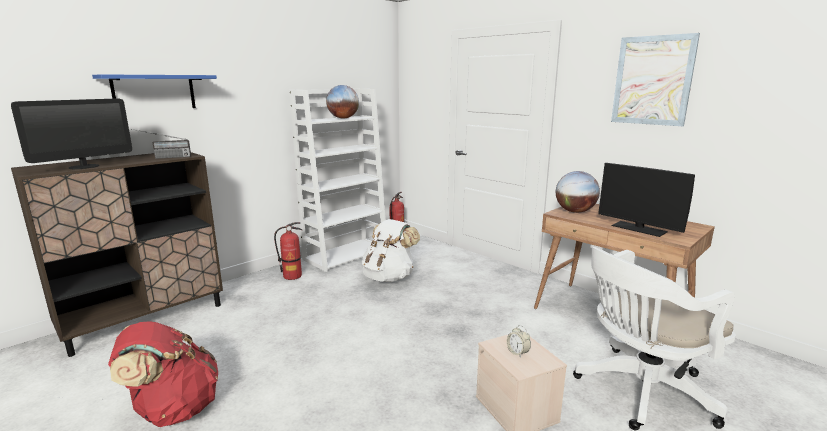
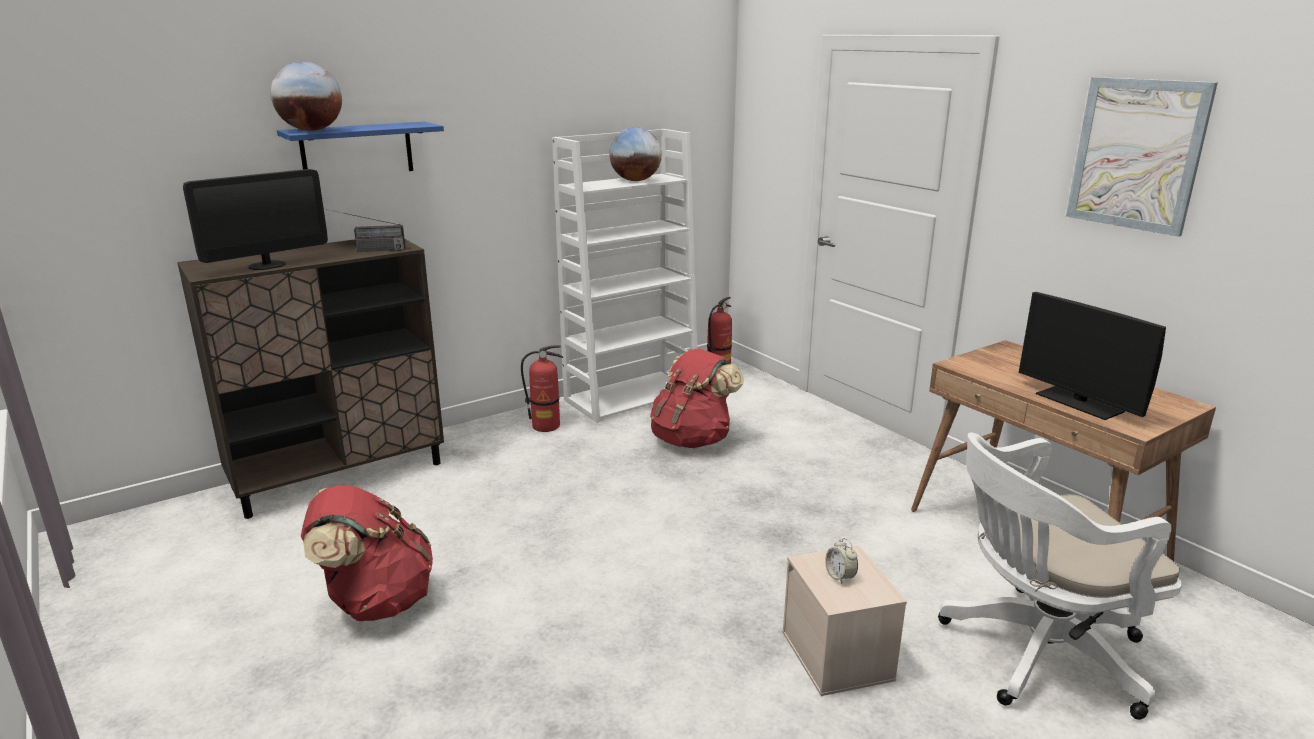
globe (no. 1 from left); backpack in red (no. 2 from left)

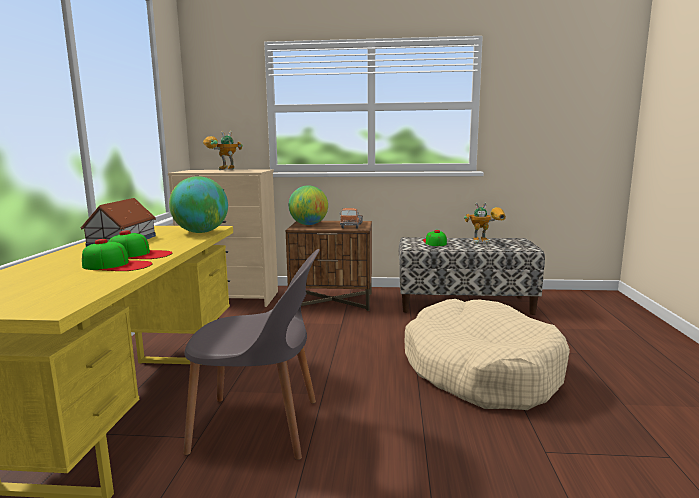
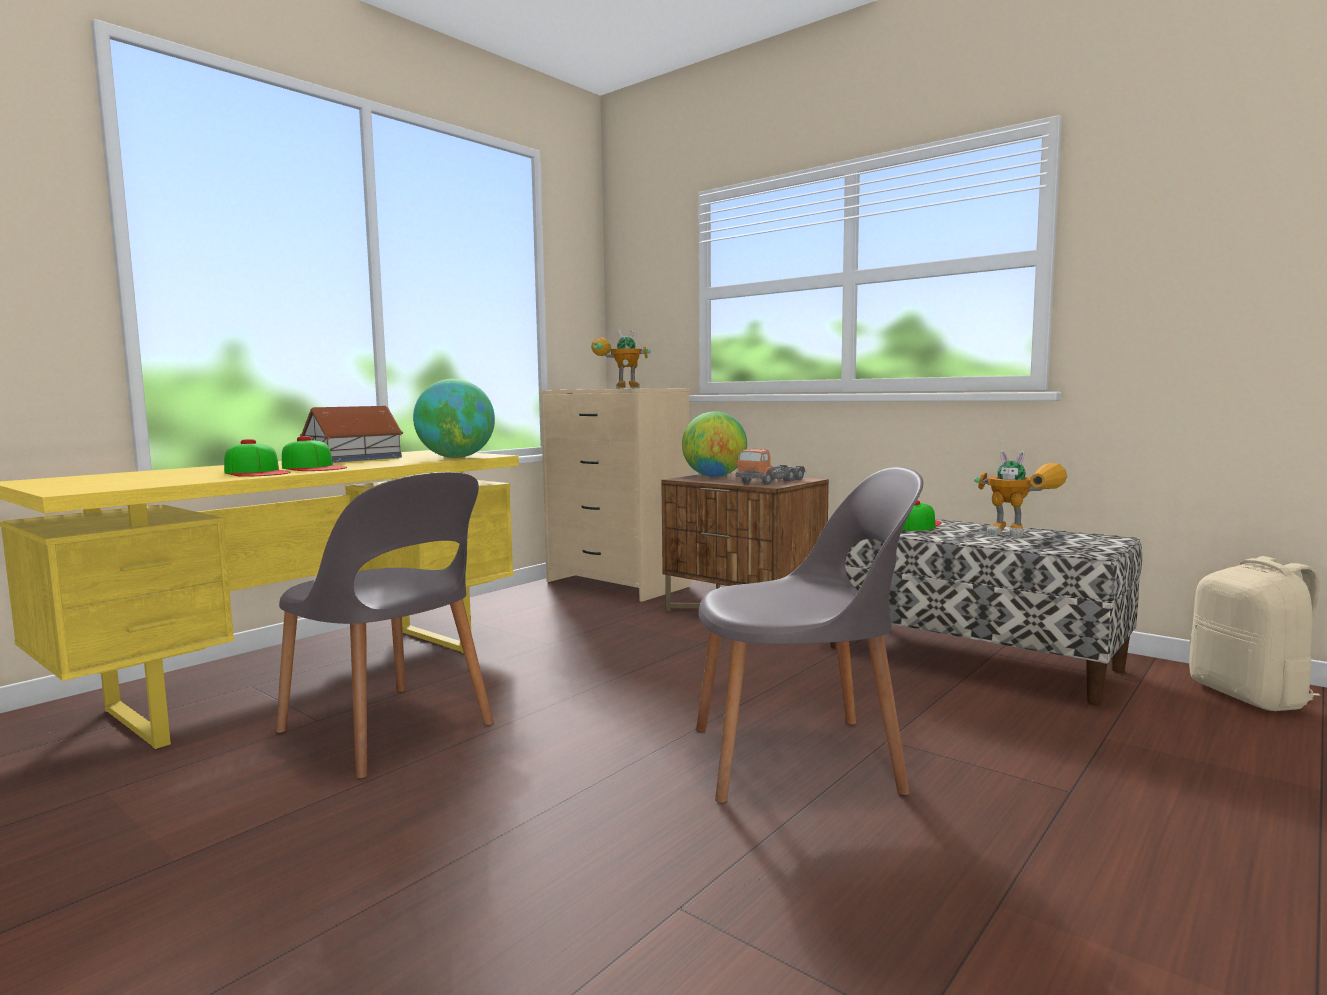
chair in grey (no. 2 from left); backpack in beige

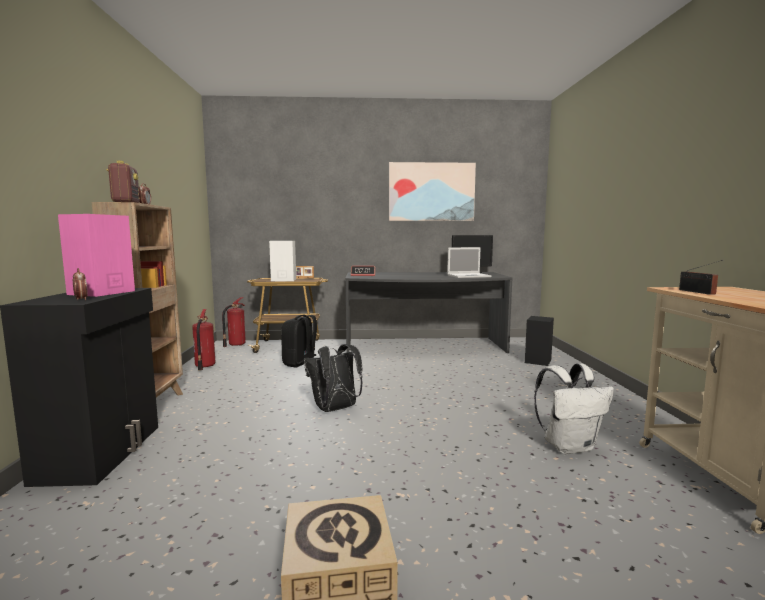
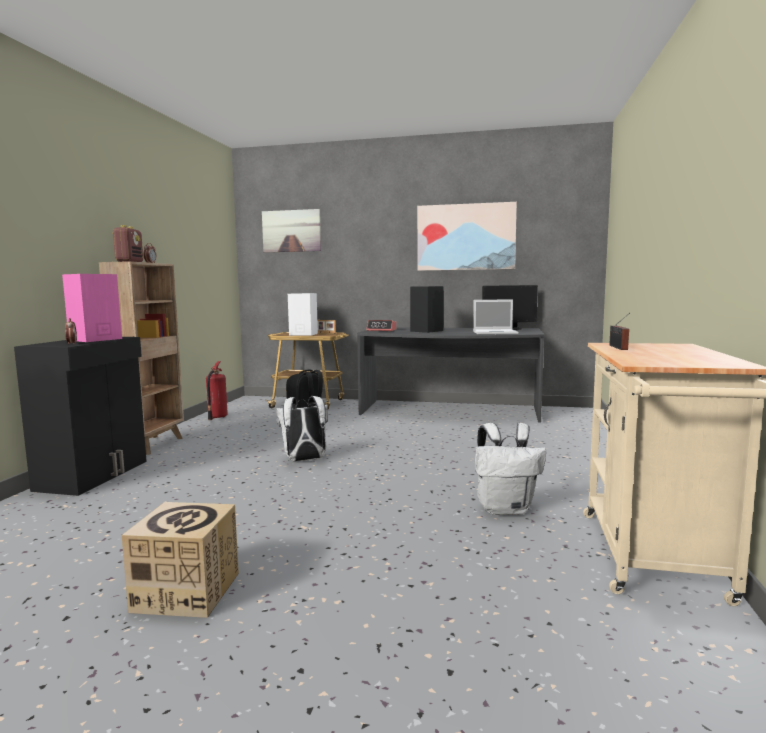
picture (no. 1 from left); backpack in white (no. 1 from left); speaker in black; fire extinguisher (no. 2 from left in the first image)

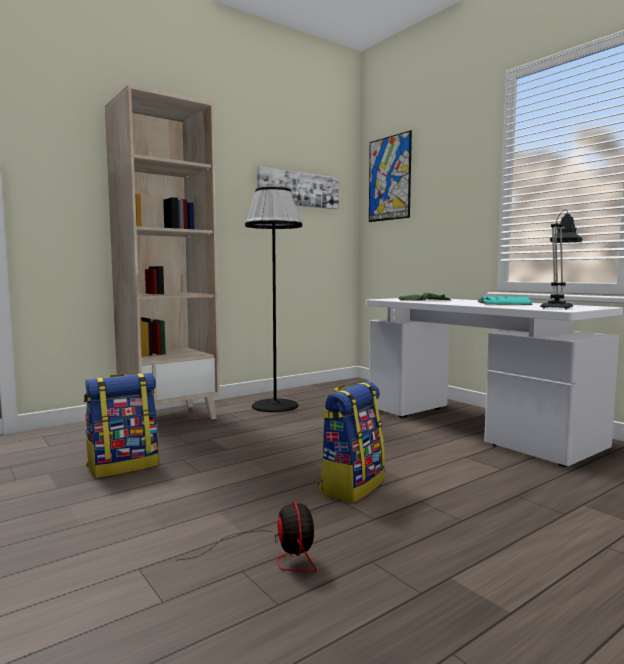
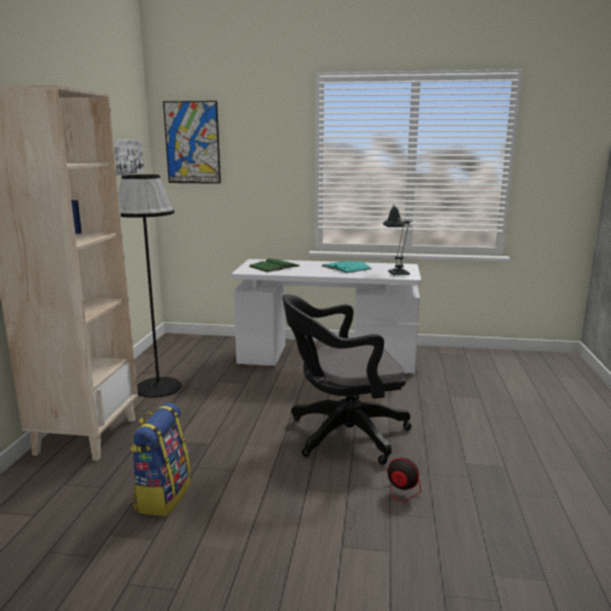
office chair in black

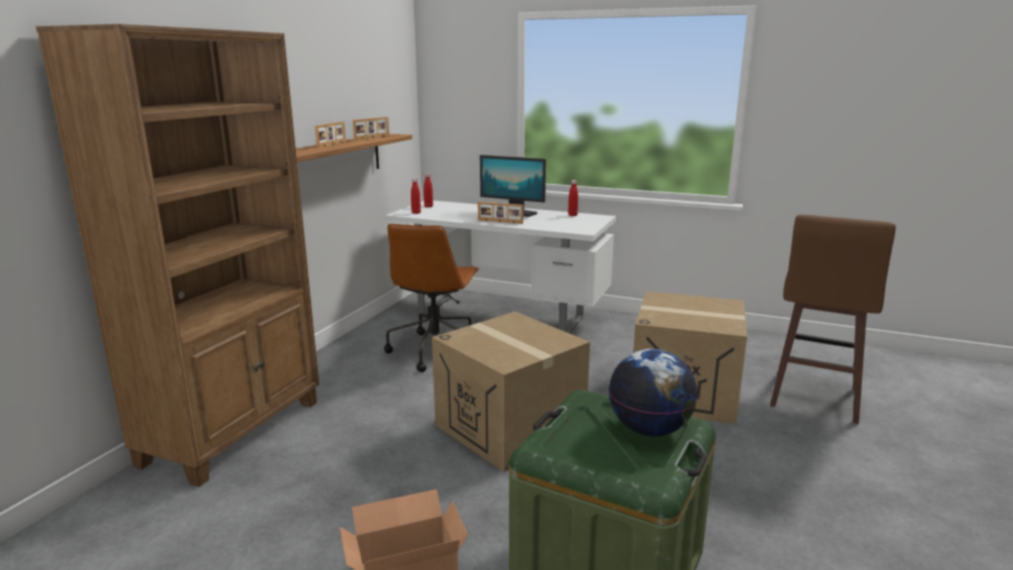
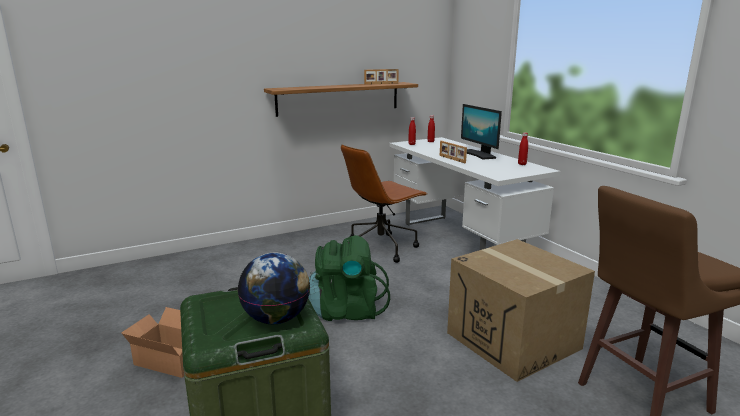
backpack in green; bookcase in brown; picture frame (no. 1 from left in the first image)

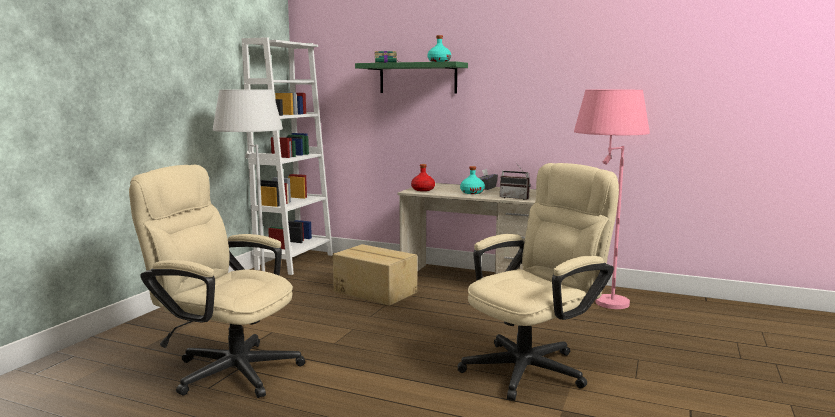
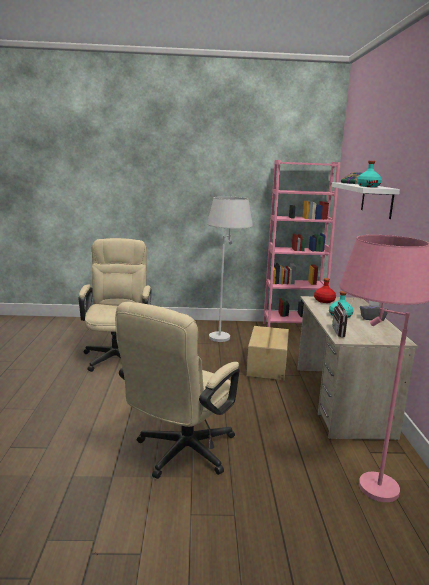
office chair in beige (no. 2 from left); bookcase in pink; shelf in white

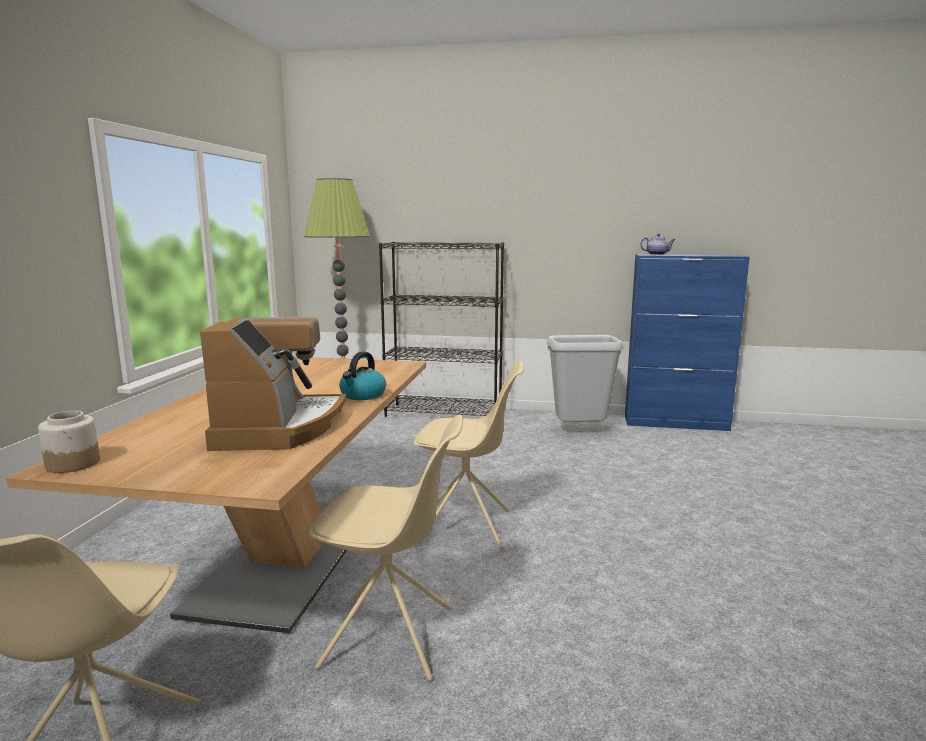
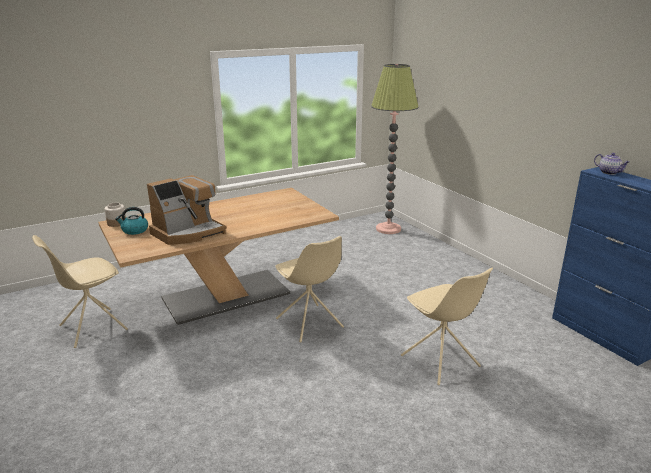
kettle; chair in beige (no. 3 from left); bookcase in black; trash can in grey

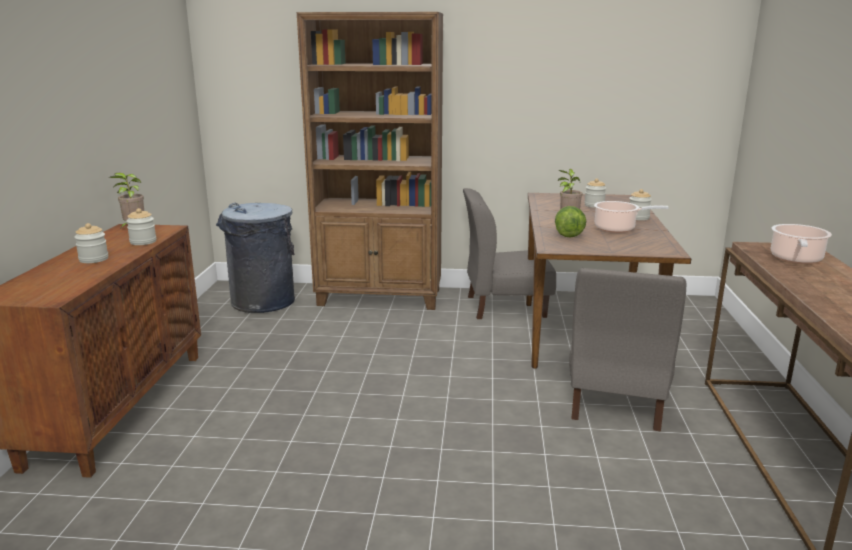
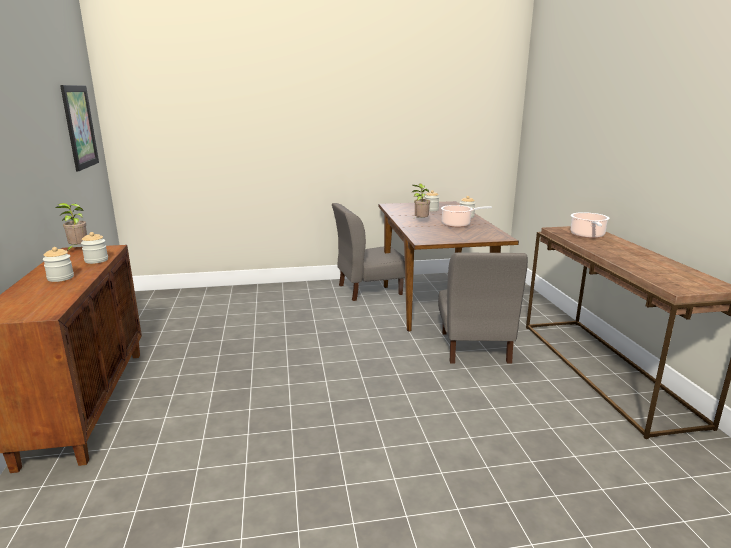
picture; trash can in grey; bookcase in brown; lettuce

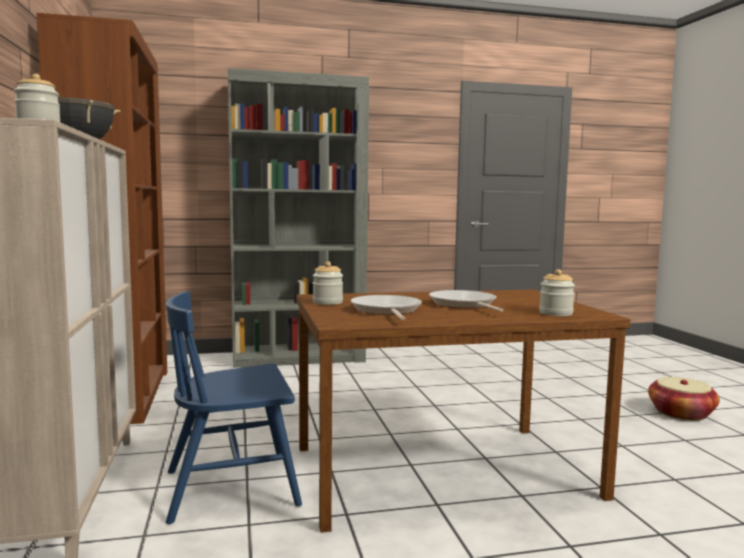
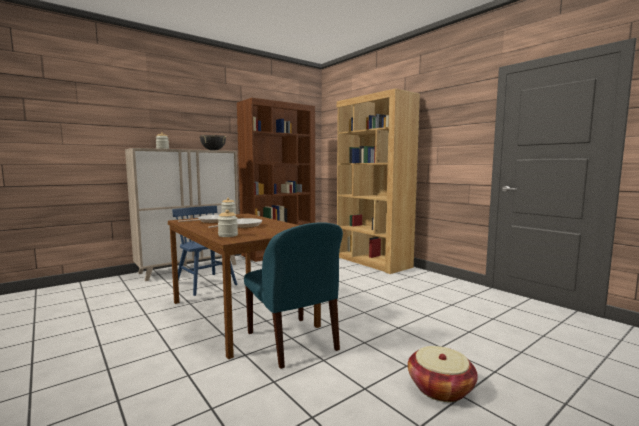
chair in blue (no. 2 from left); bookcase in brown (no. 2 from left)

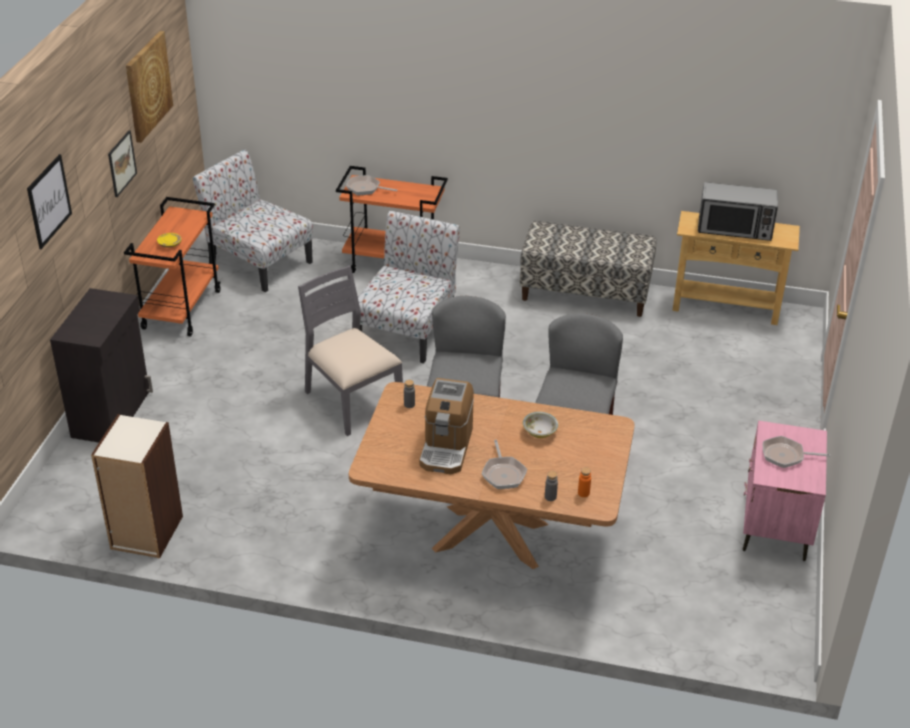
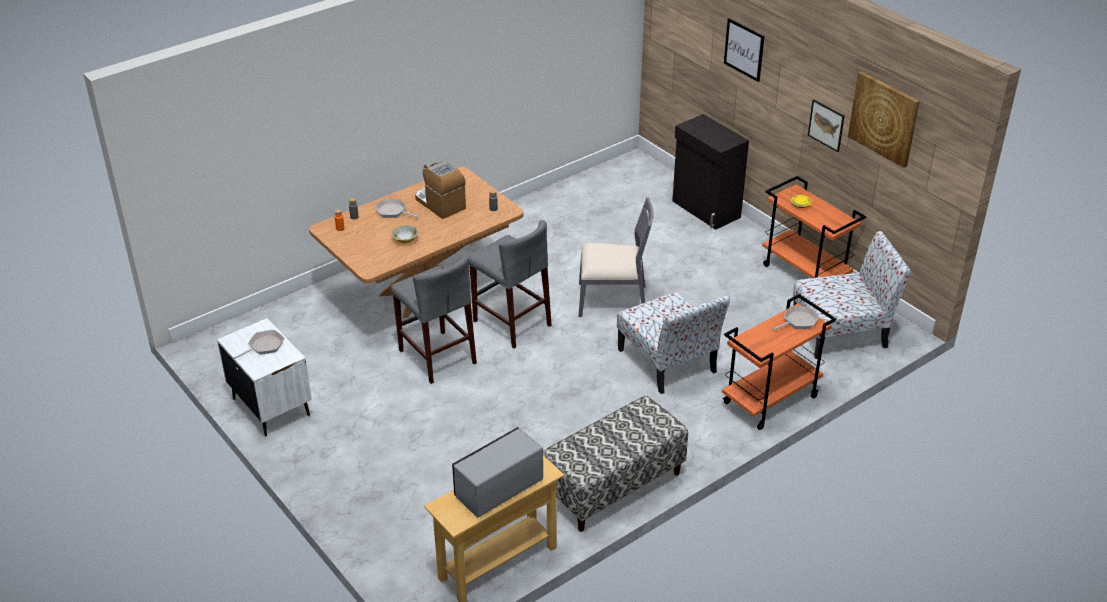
nightstand in white; bookcase

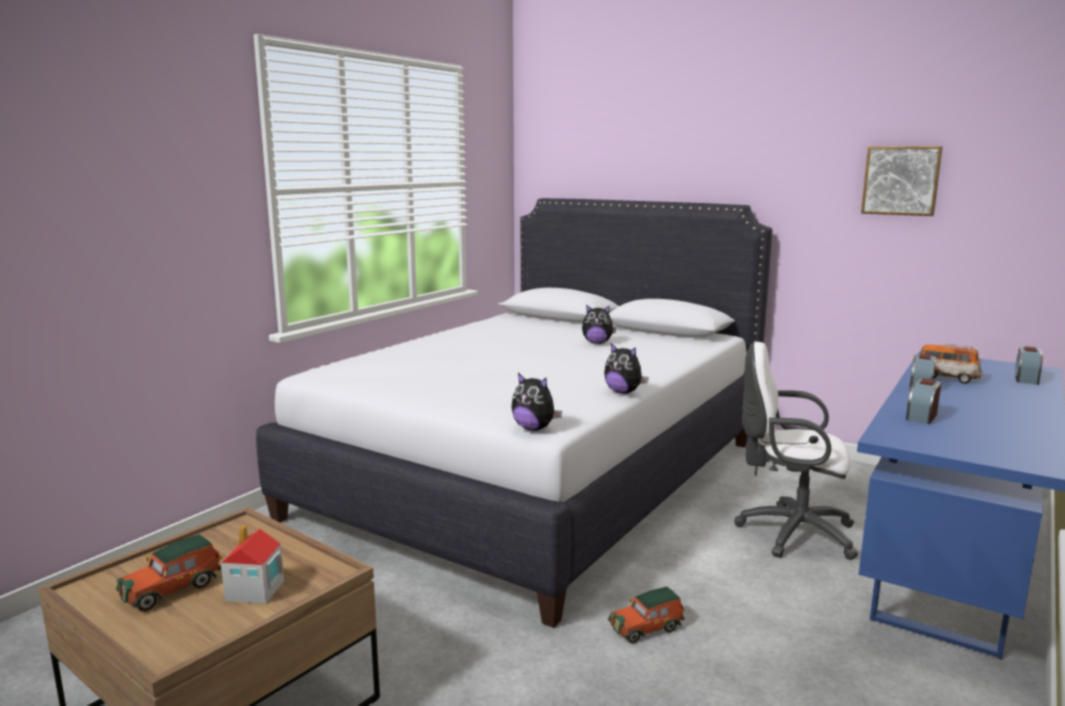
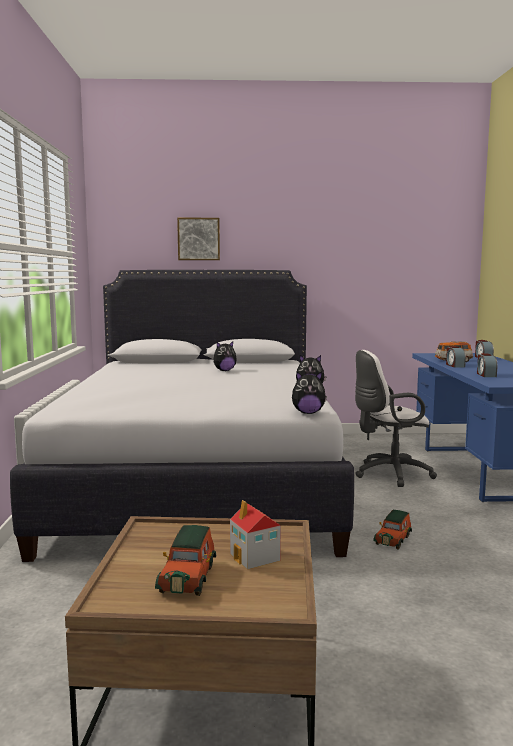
picture

